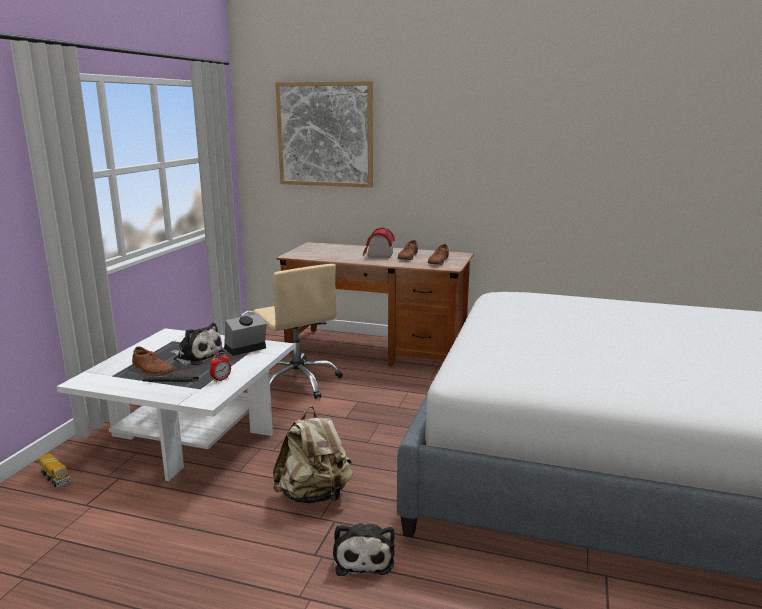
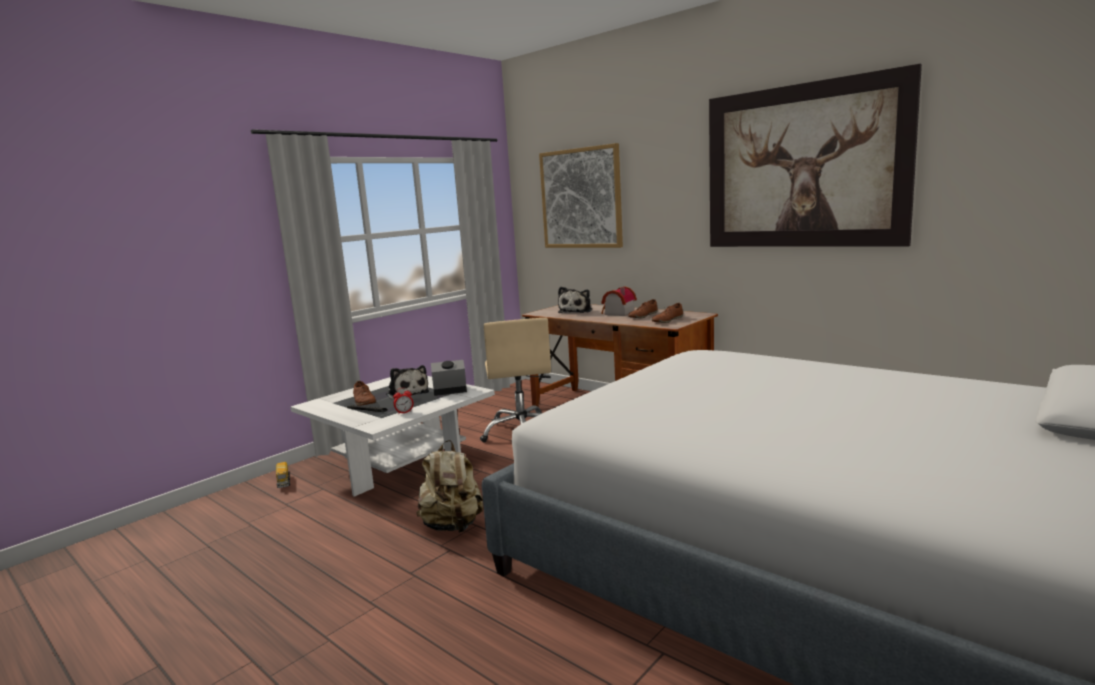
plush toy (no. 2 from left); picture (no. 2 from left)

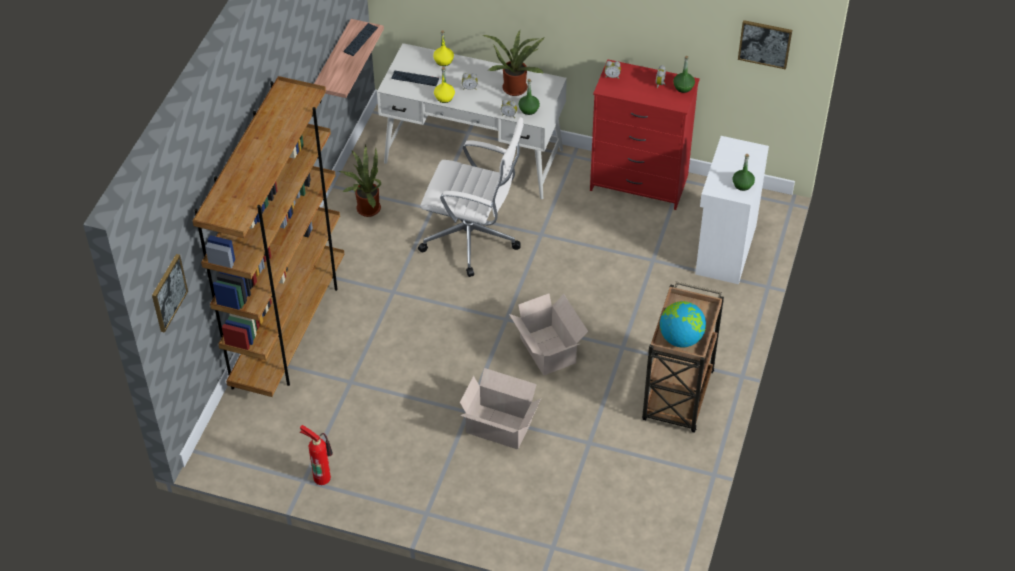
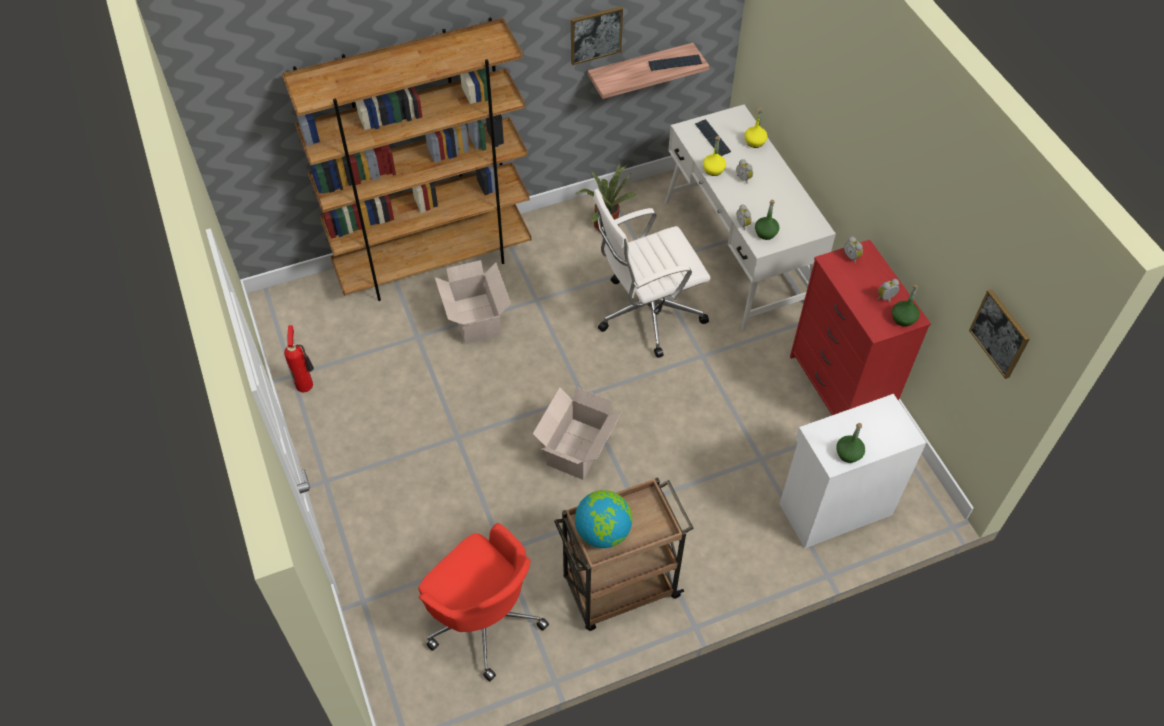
office chair in red; cardboard box (no. 1 from left); picture (no. 1 from left); office chair in white; potted plant (no. 2 from left in the first image)

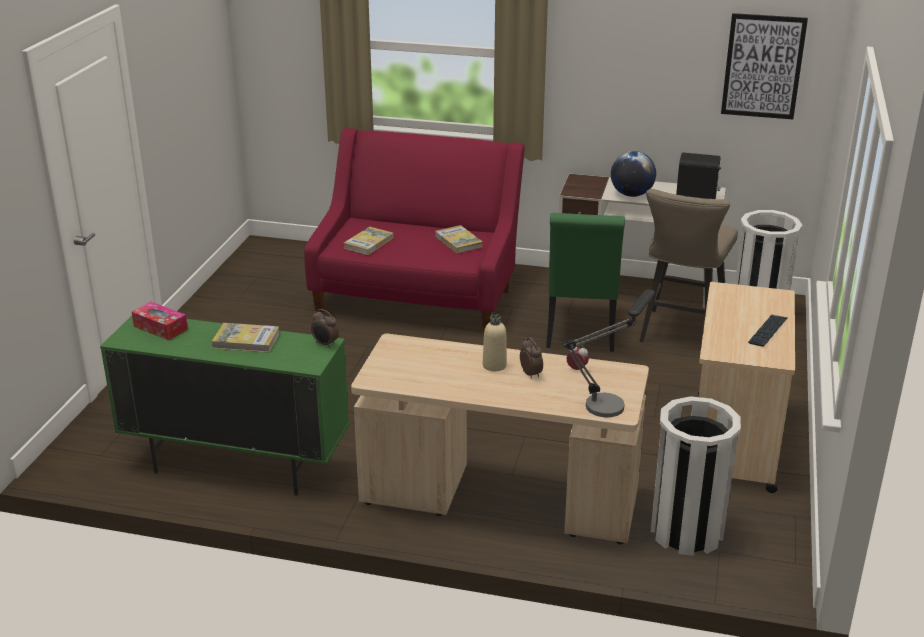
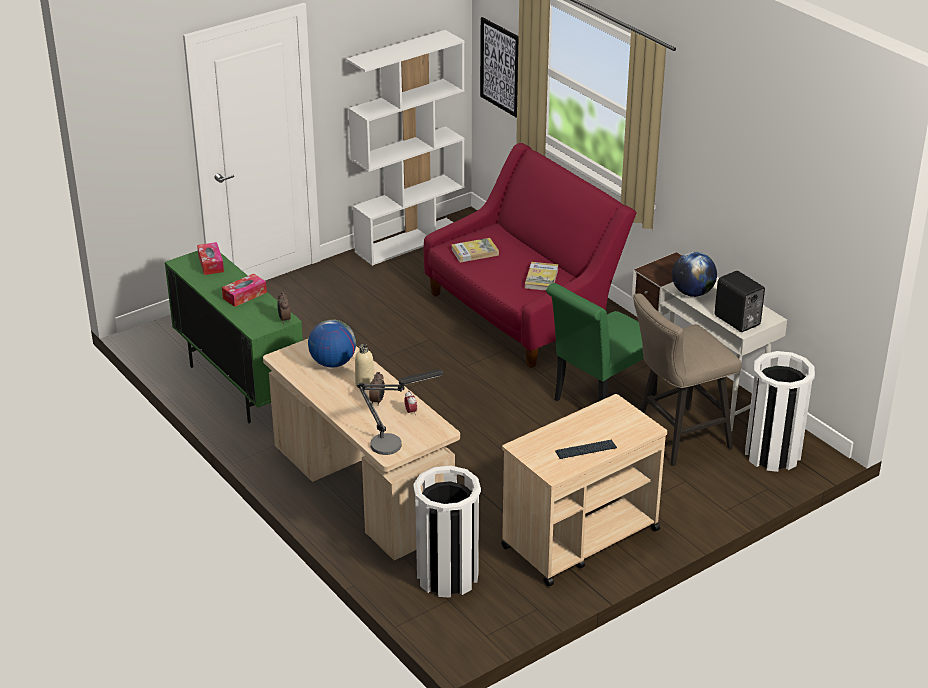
tissue box (no. 2 from left); globe (no. 1 from left); bookcase in white; picture

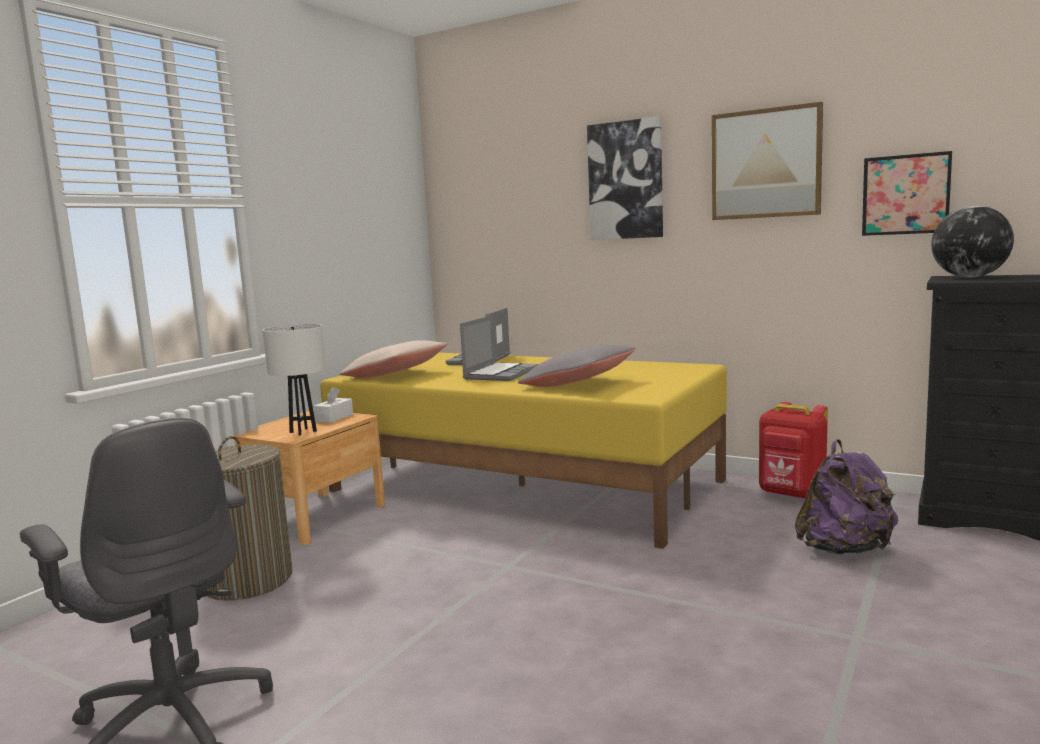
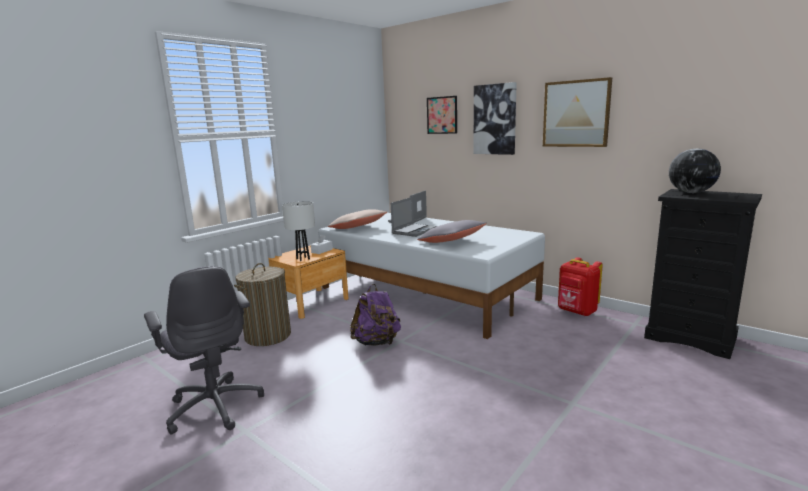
bed in white; backpack in purple; picture (no. 1 from left)

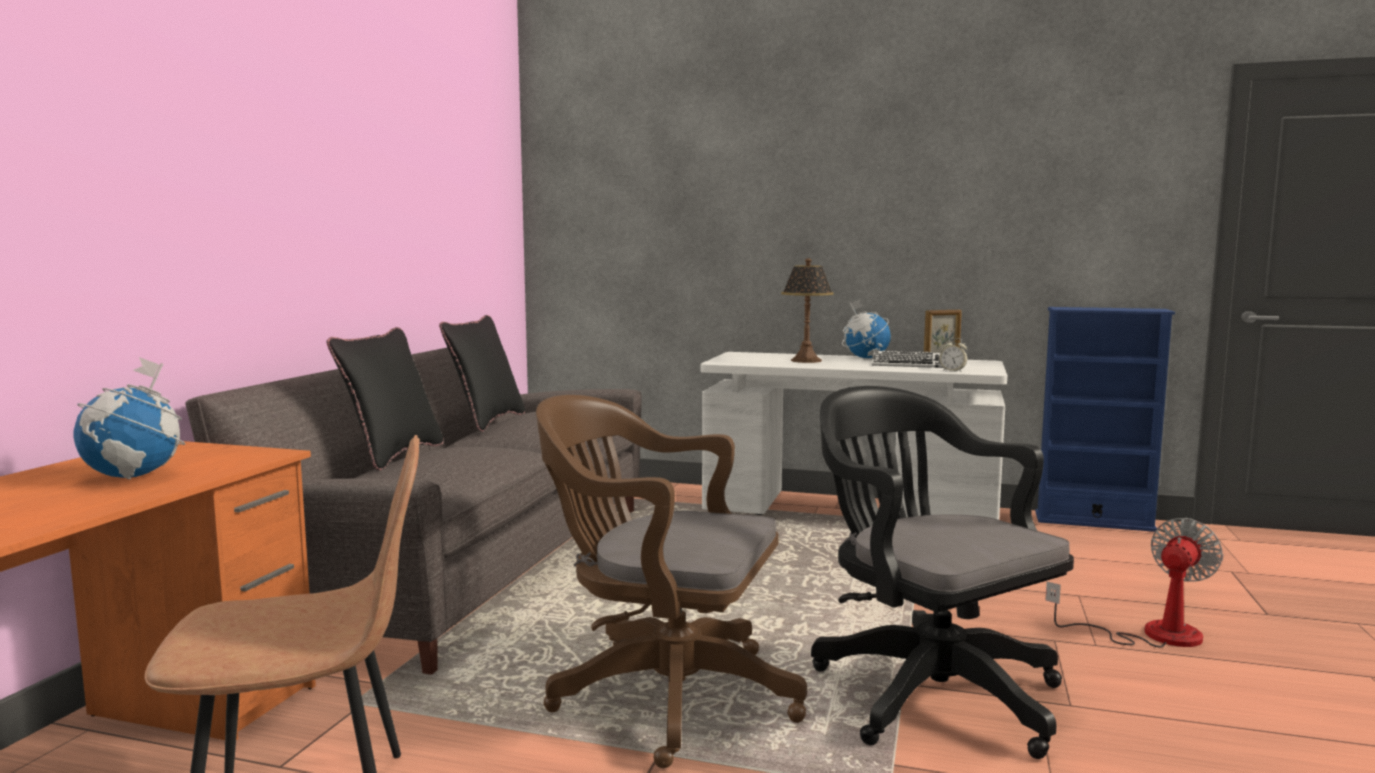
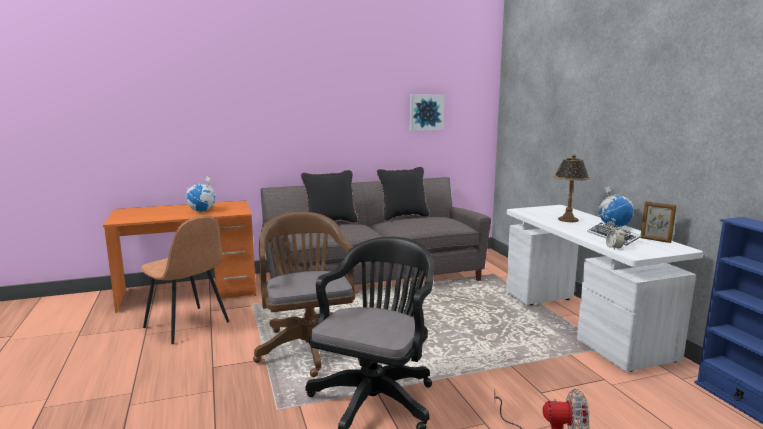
picture

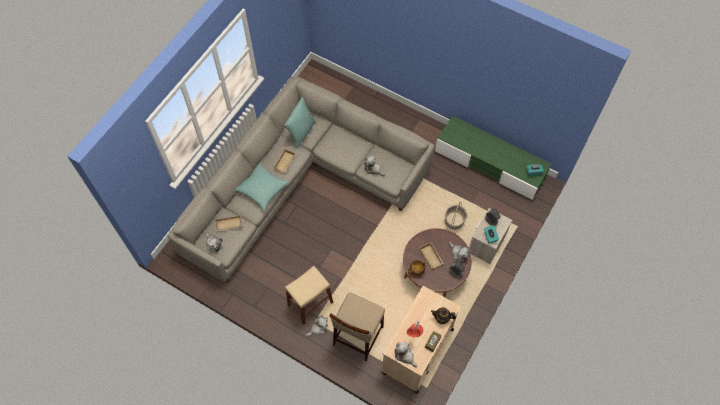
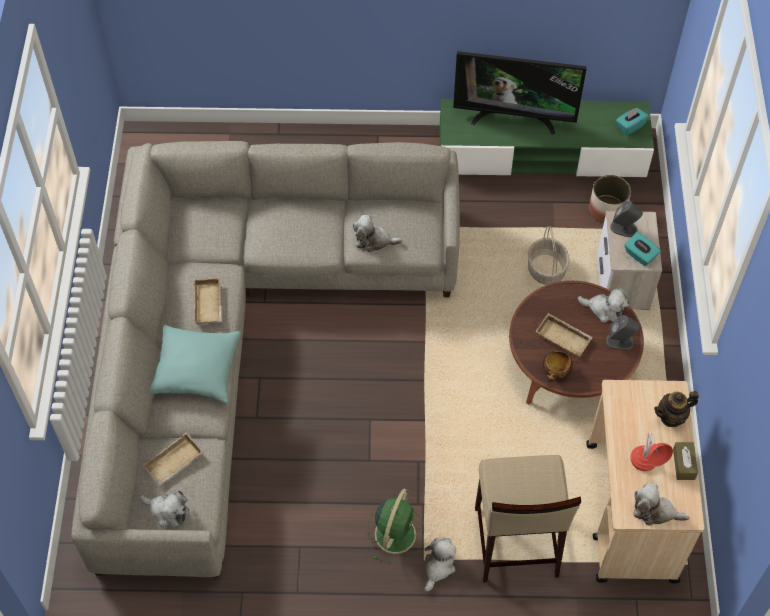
fan in green; television; planter; pillow in turquoise (no. 2 from left in the first image)

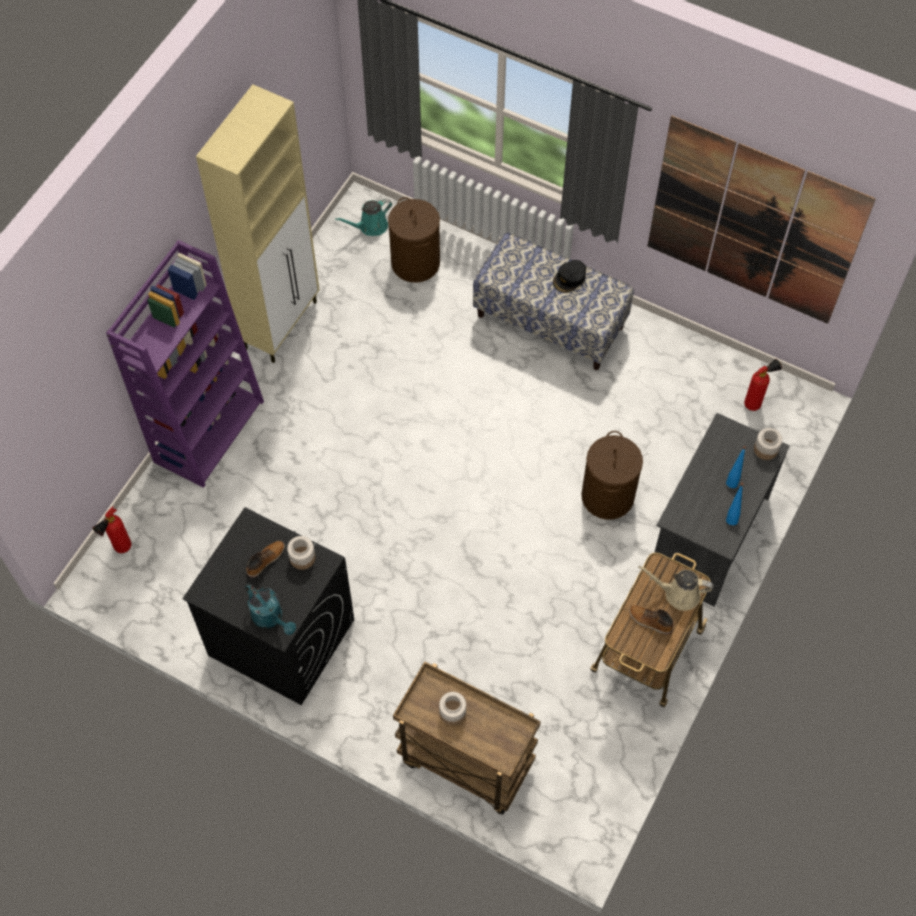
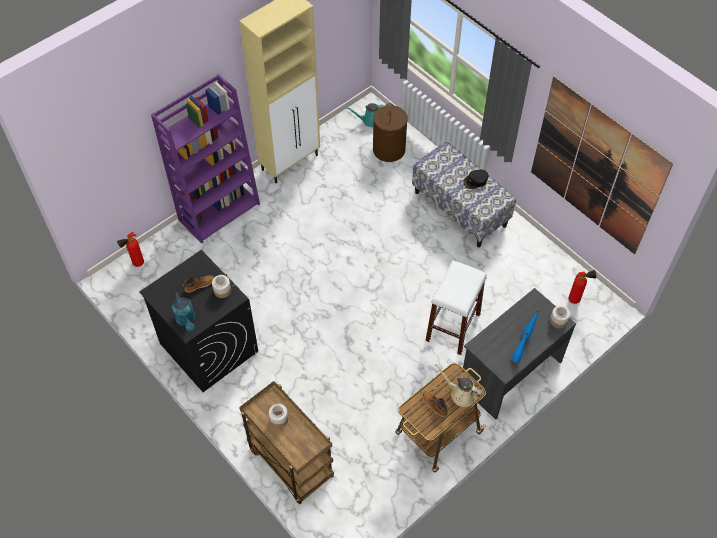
stool in white

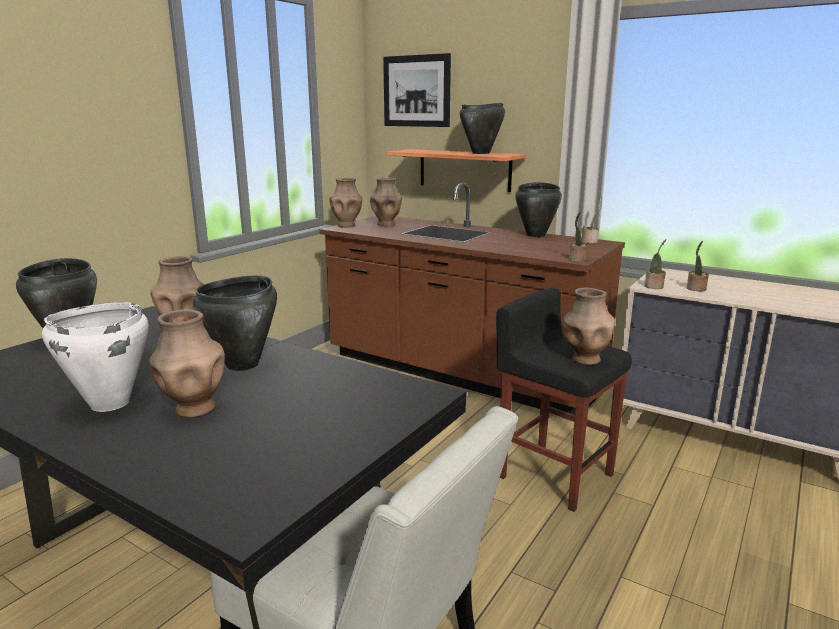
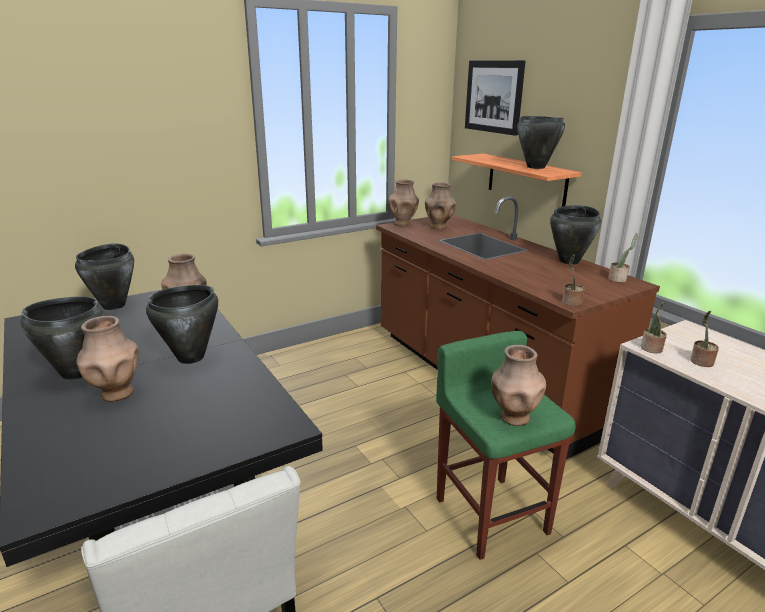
cooking pot in black (no. 1 from left); stool in green

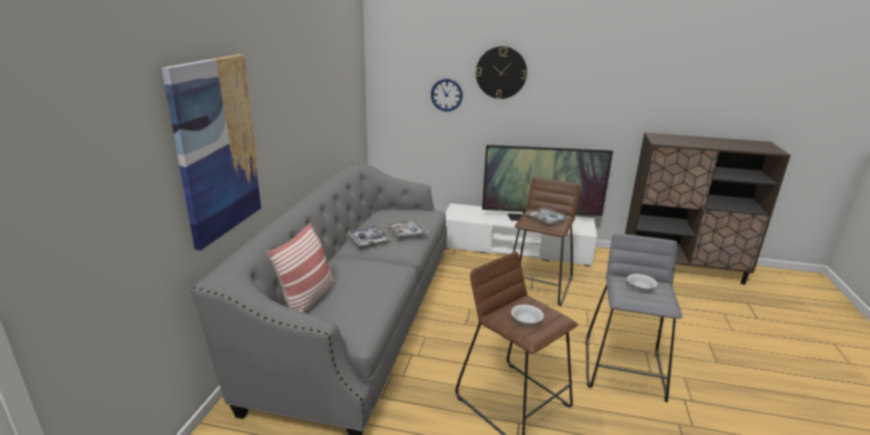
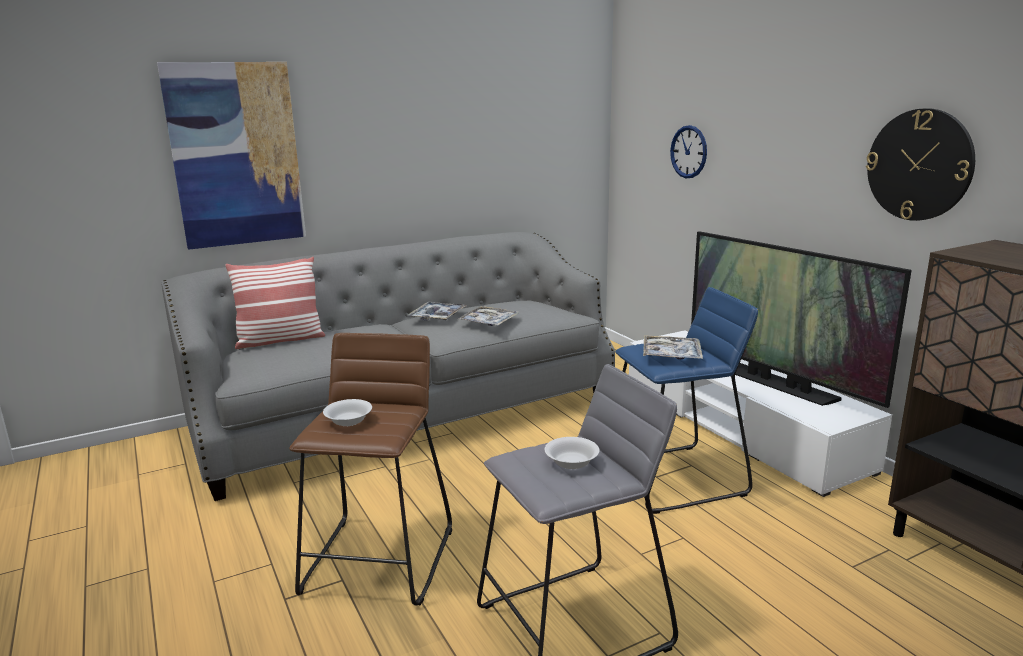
stool in blue; wall clock (no. 2 from left)

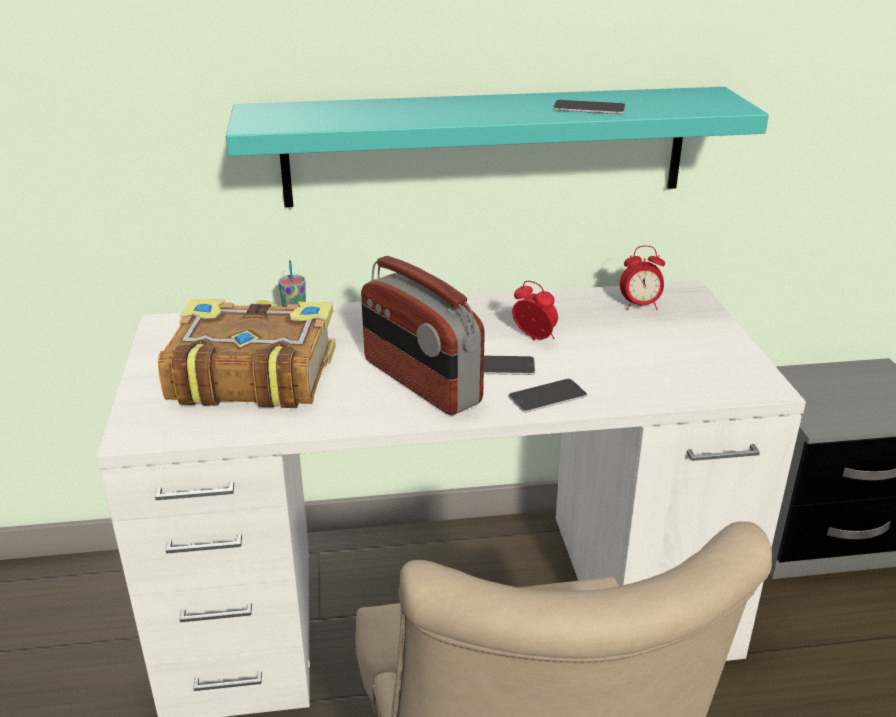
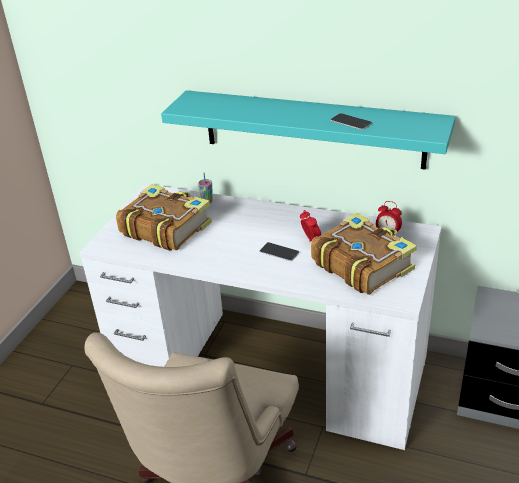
book (no. 2 from left); radio; phone (no. 2 from left in the first image)

